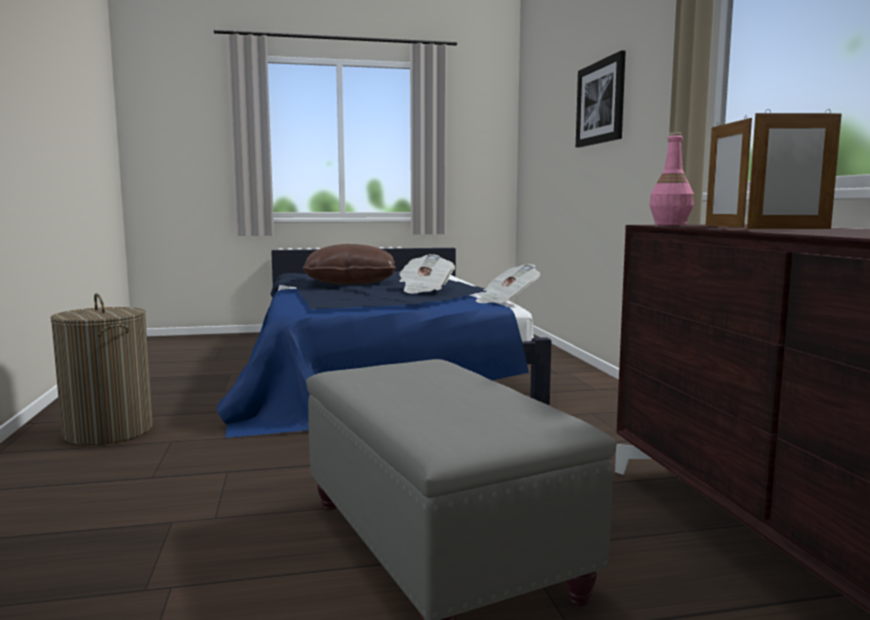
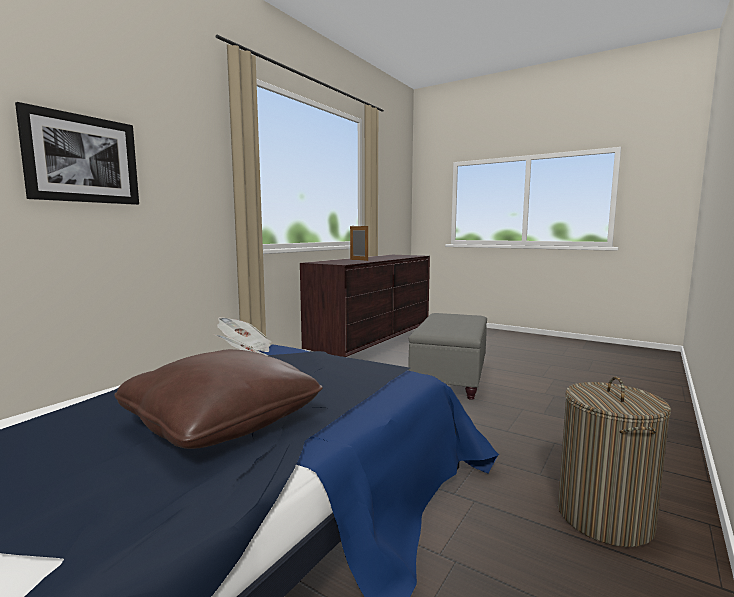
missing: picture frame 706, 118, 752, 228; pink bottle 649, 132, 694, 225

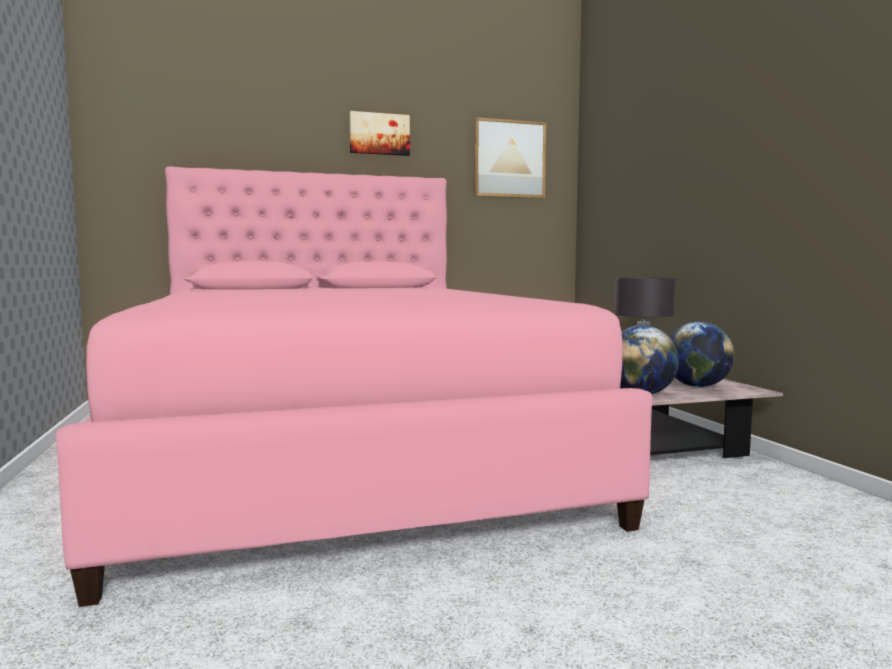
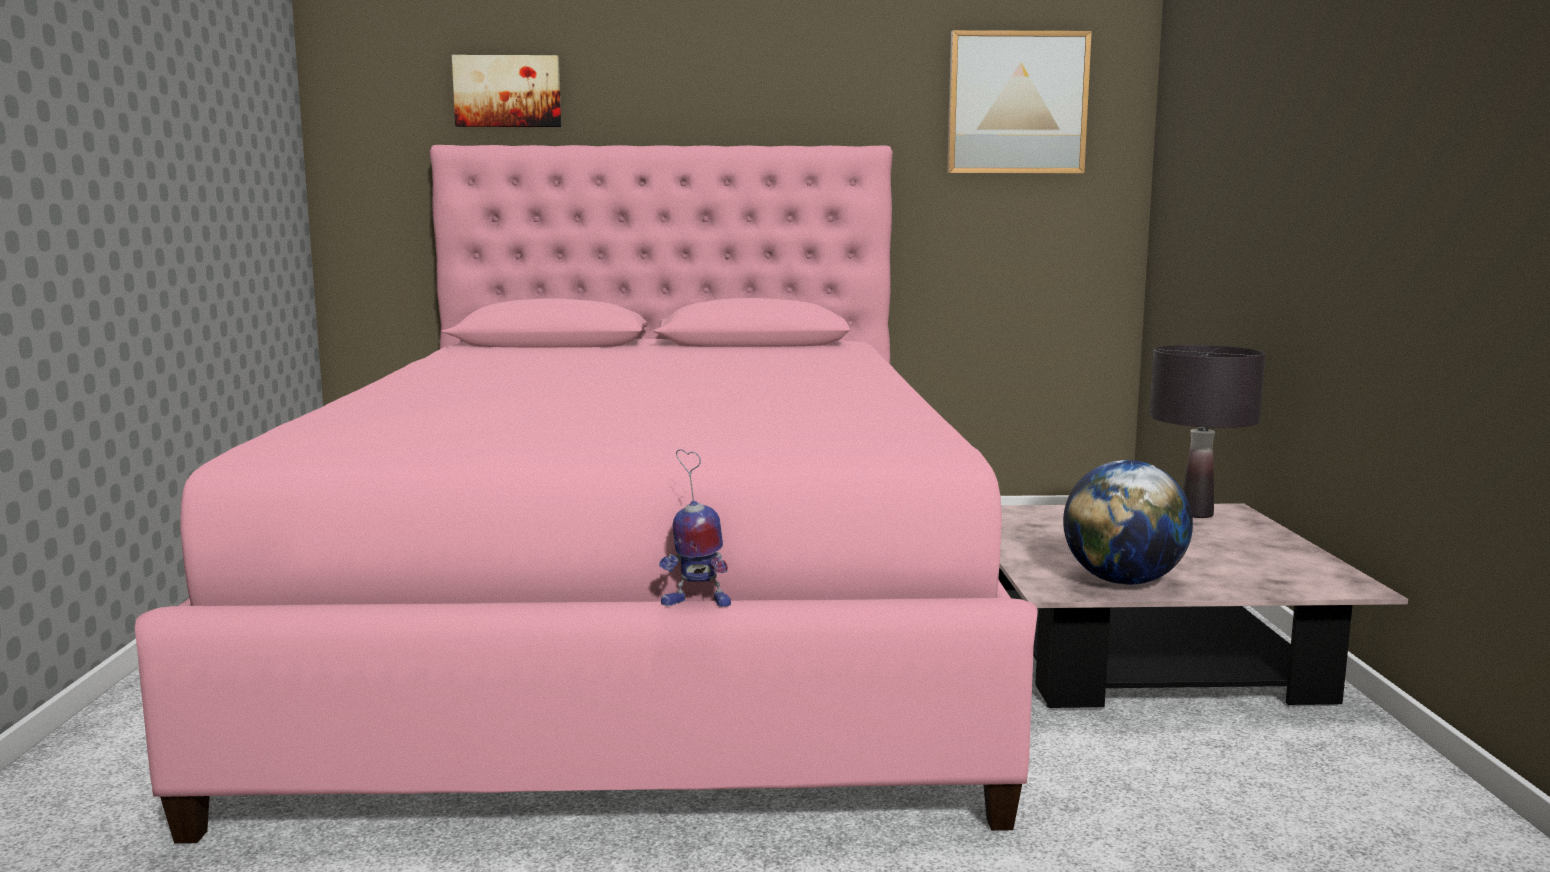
missing: globe 670, 322, 735, 387
appeared: toy robot 659, 449, 731, 607
relocated: picture 349, 111, 410, 156 to 452, 55, 561, 127

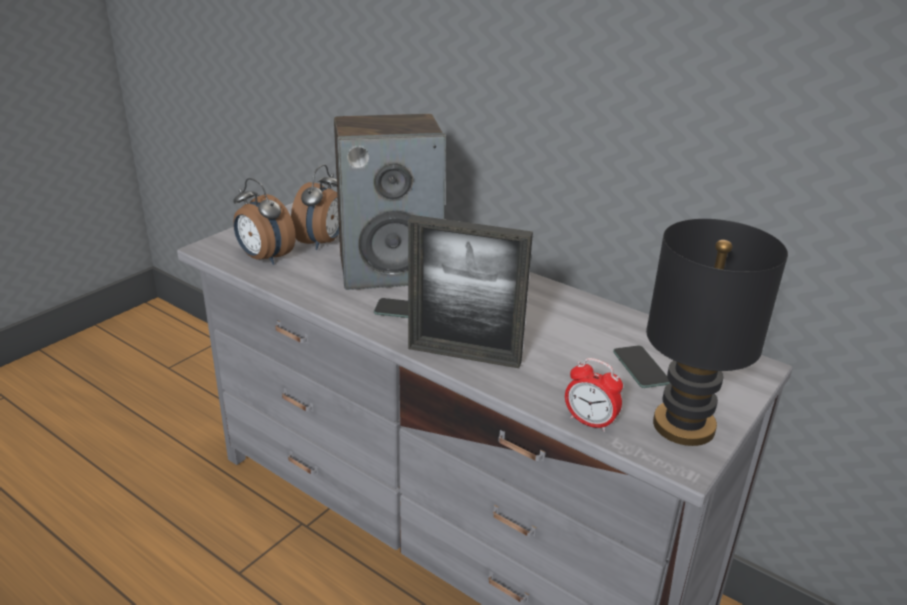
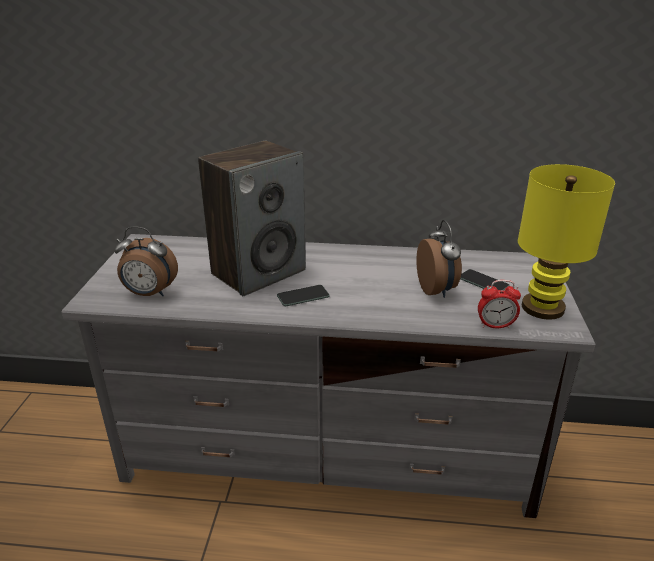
missing: picture frame 408, 215, 533, 368
relocated: alarm clock 291, 164, 339, 250 to 416, 220, 462, 298
colour: black table lamp 646, 219, 788, 446 to yellow table lamp 518, 164, 615, 320

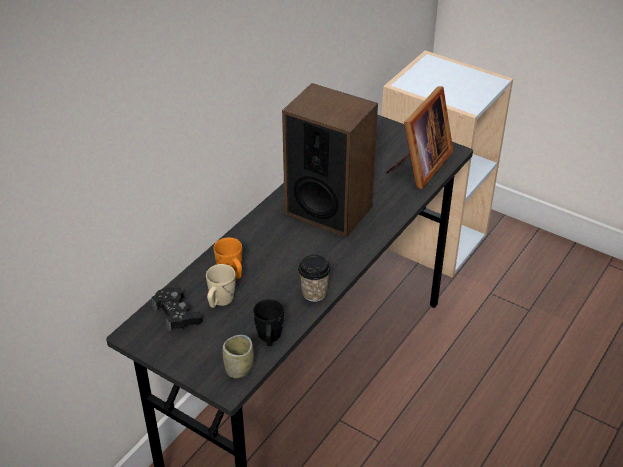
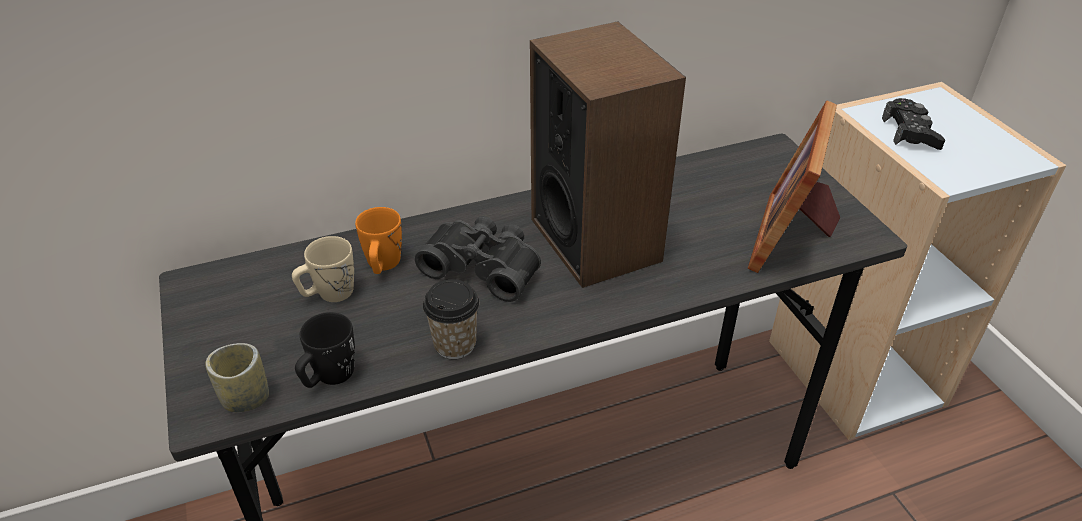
appeared: black binoculars 415, 216, 541, 302
relocated: black game controller 151, 287, 203, 332 to 882, 98, 945, 150
spun: picture frame 386, 86, 453, 189 = 748, 100, 840, 273 135 degrees clockwise

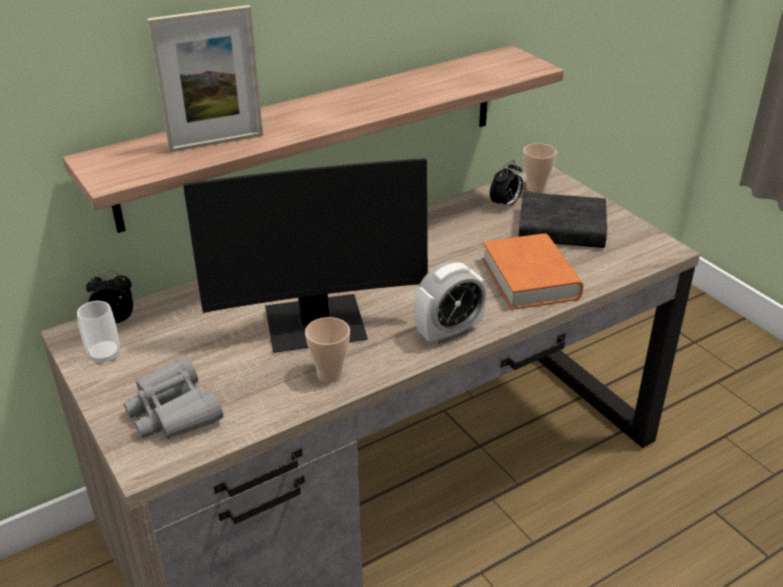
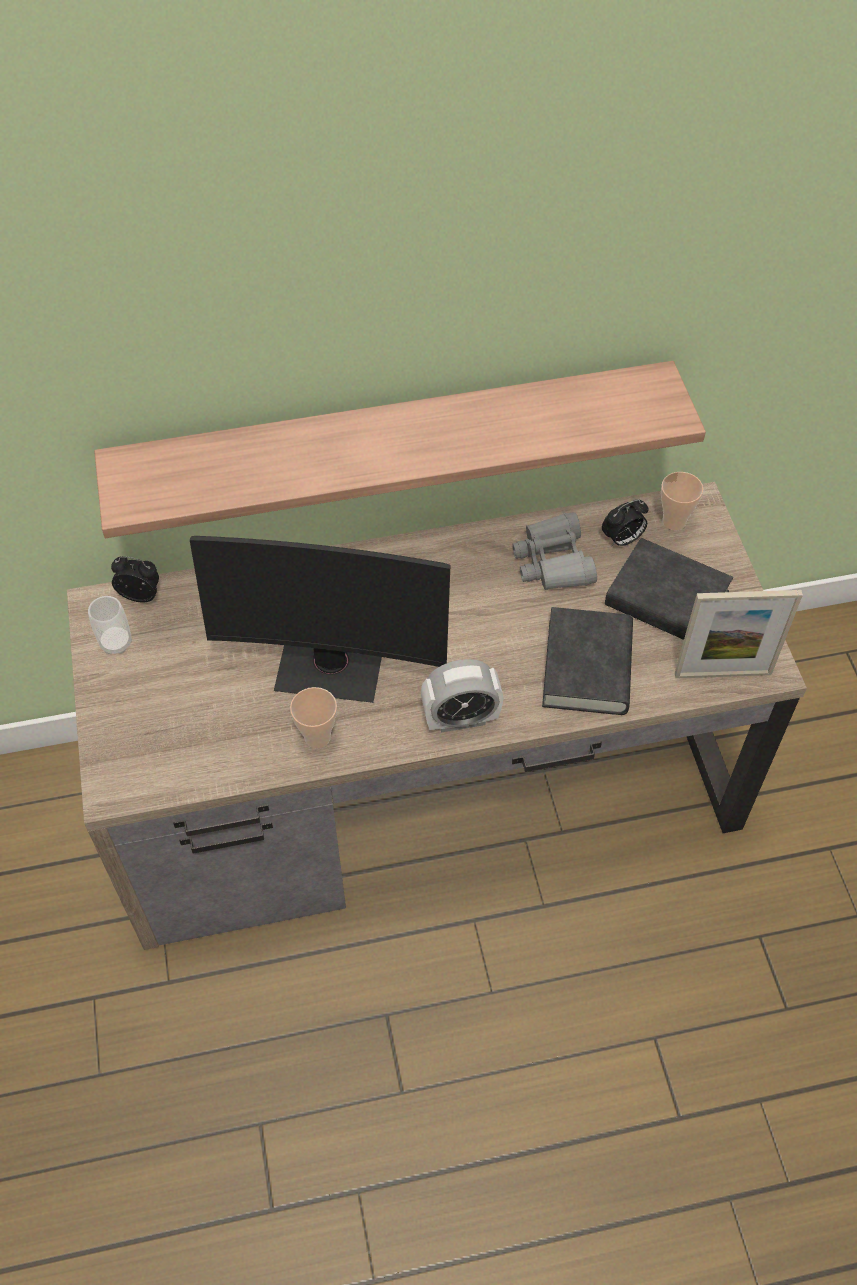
relocated: picture frame 147, 5, 263, 152 to 675, 590, 803, 678; grey binoculars 124, 356, 223, 439 to 512, 512, 597, 590
colour: orange book 482, 233, 583, 310 to black book 542, 607, 633, 715

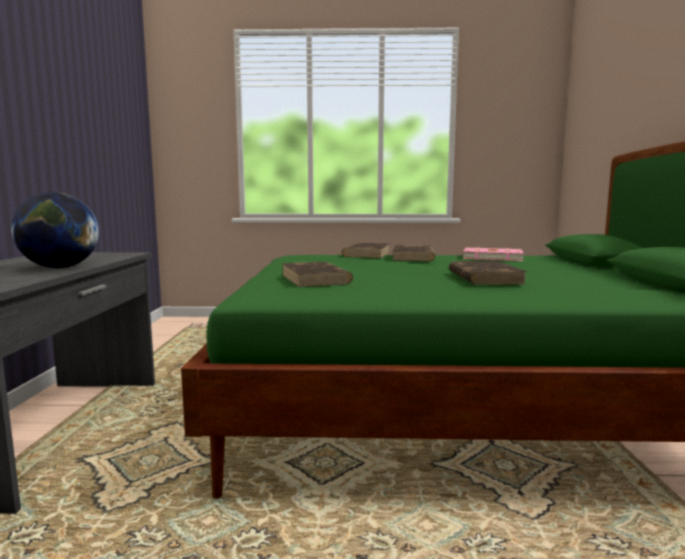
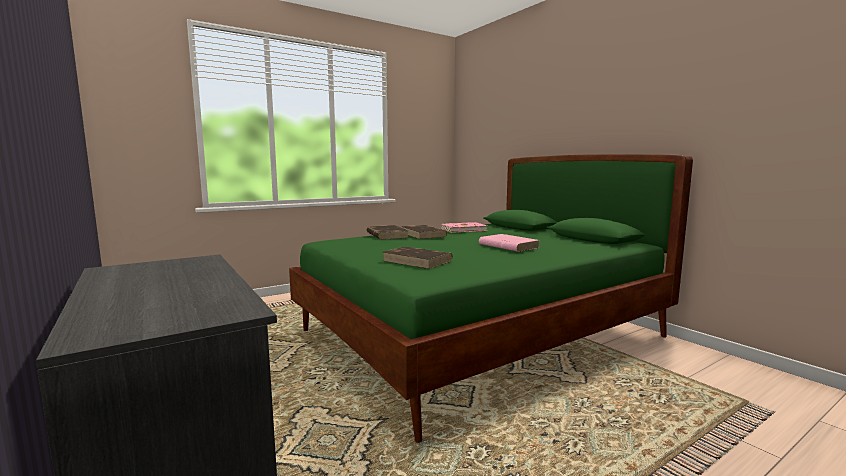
missing: globe 11, 192, 99, 268
colour: brown book 449, 261, 527, 285 to pink book 479, 234, 540, 252

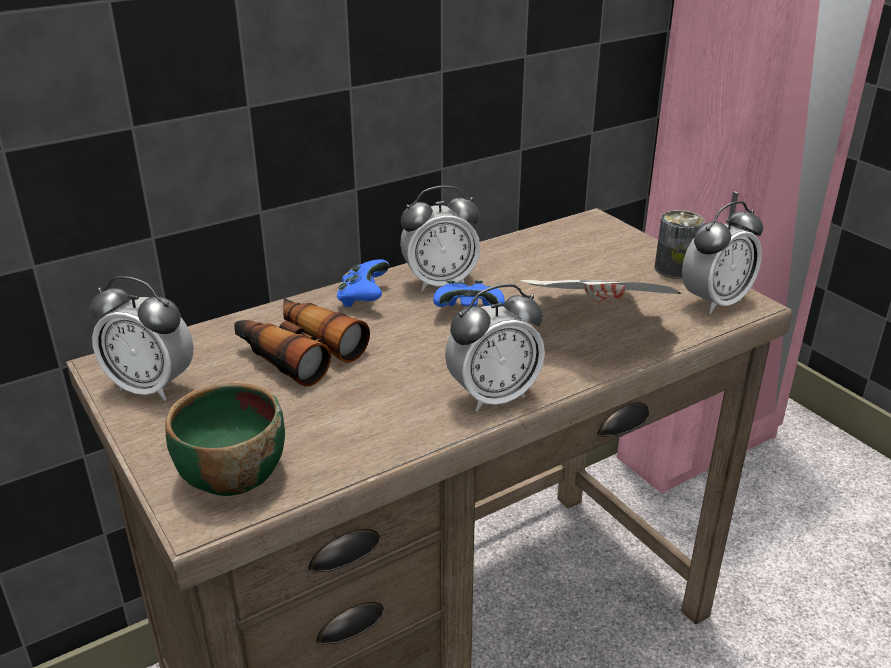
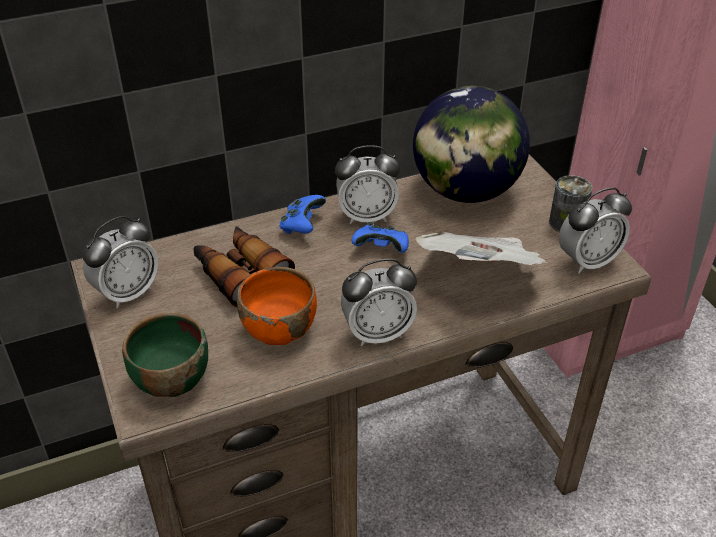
appeared: globe 413, 86, 530, 203; orange bowl 237, 267, 317, 345
spun: alarm clock 89, 276, 193, 401 = 82, 216, 159, 309 75 degrees counterclockwise

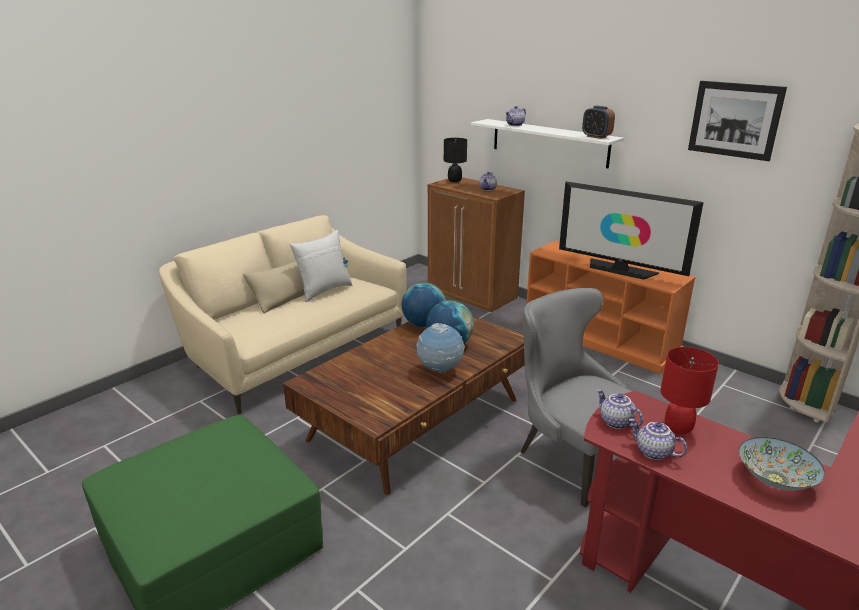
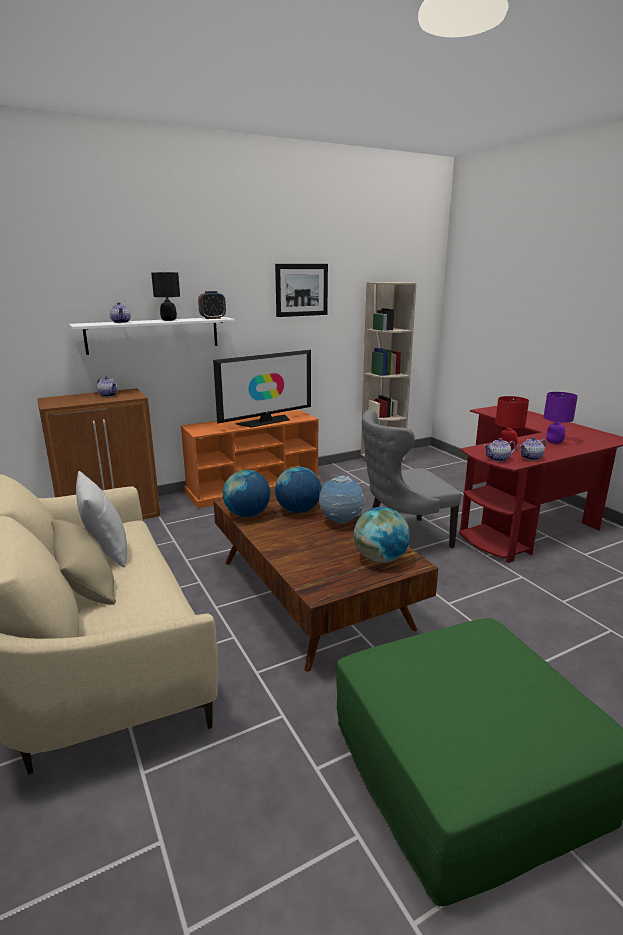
appeared: globe 354, 507, 410, 563
relocated: black table lamp 444, 138, 467, 182 to 151, 272, 180, 321
exchanged: bowl 739, 437, 825, 491 to purple table lamp 543, 392, 578, 444

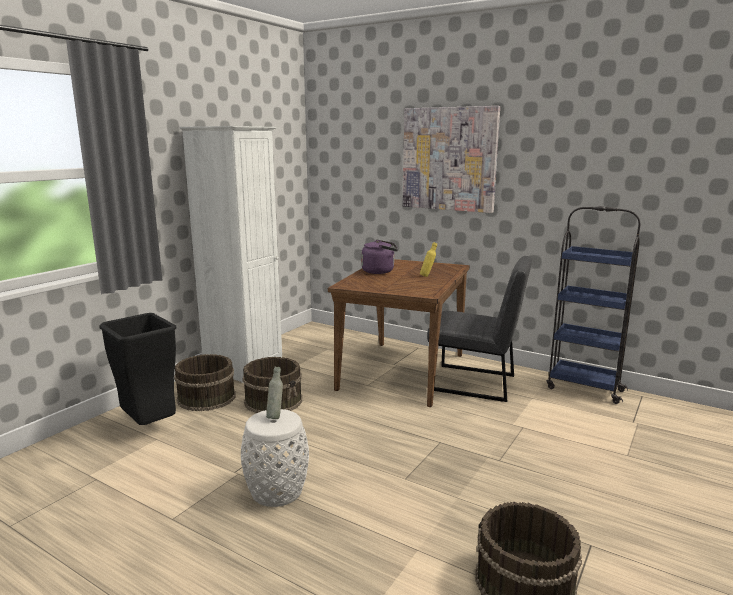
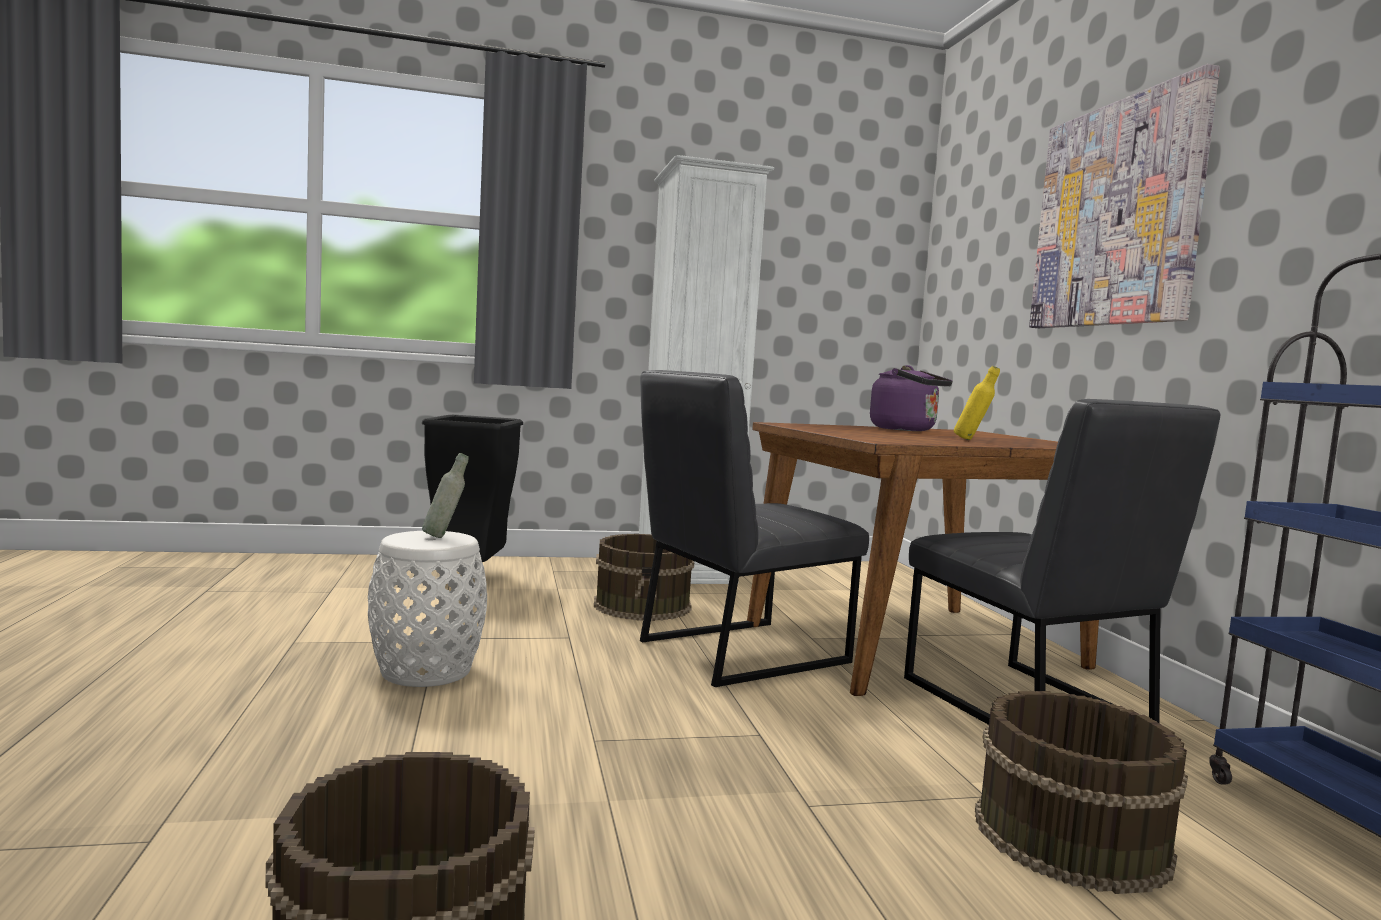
appeared: grey chair 640, 370, 869, 687
relocated: brown bucket 174, 354, 236, 411 to 975, 691, 1188, 894

